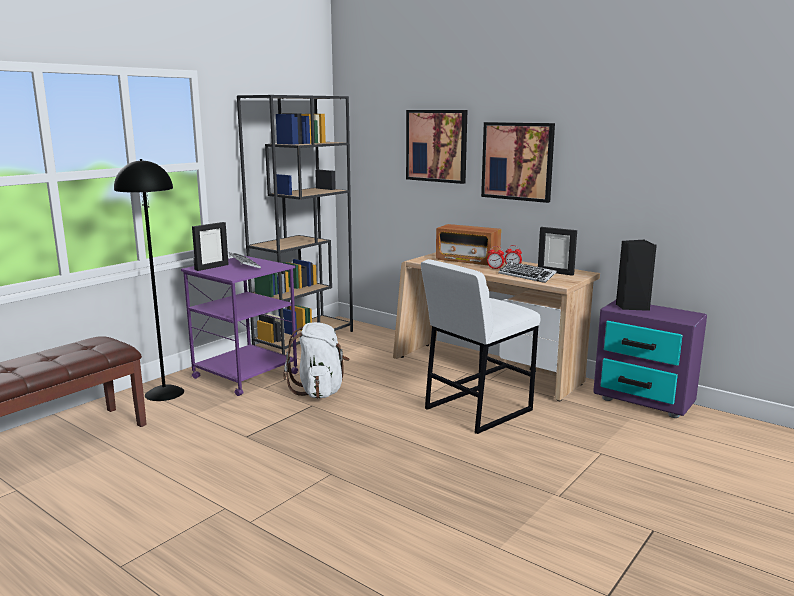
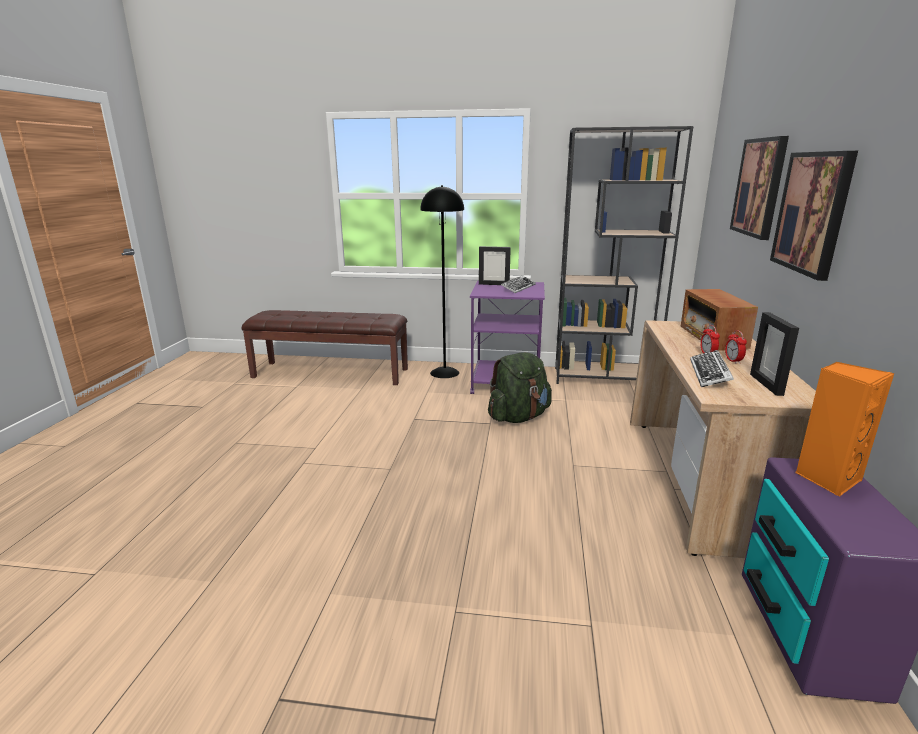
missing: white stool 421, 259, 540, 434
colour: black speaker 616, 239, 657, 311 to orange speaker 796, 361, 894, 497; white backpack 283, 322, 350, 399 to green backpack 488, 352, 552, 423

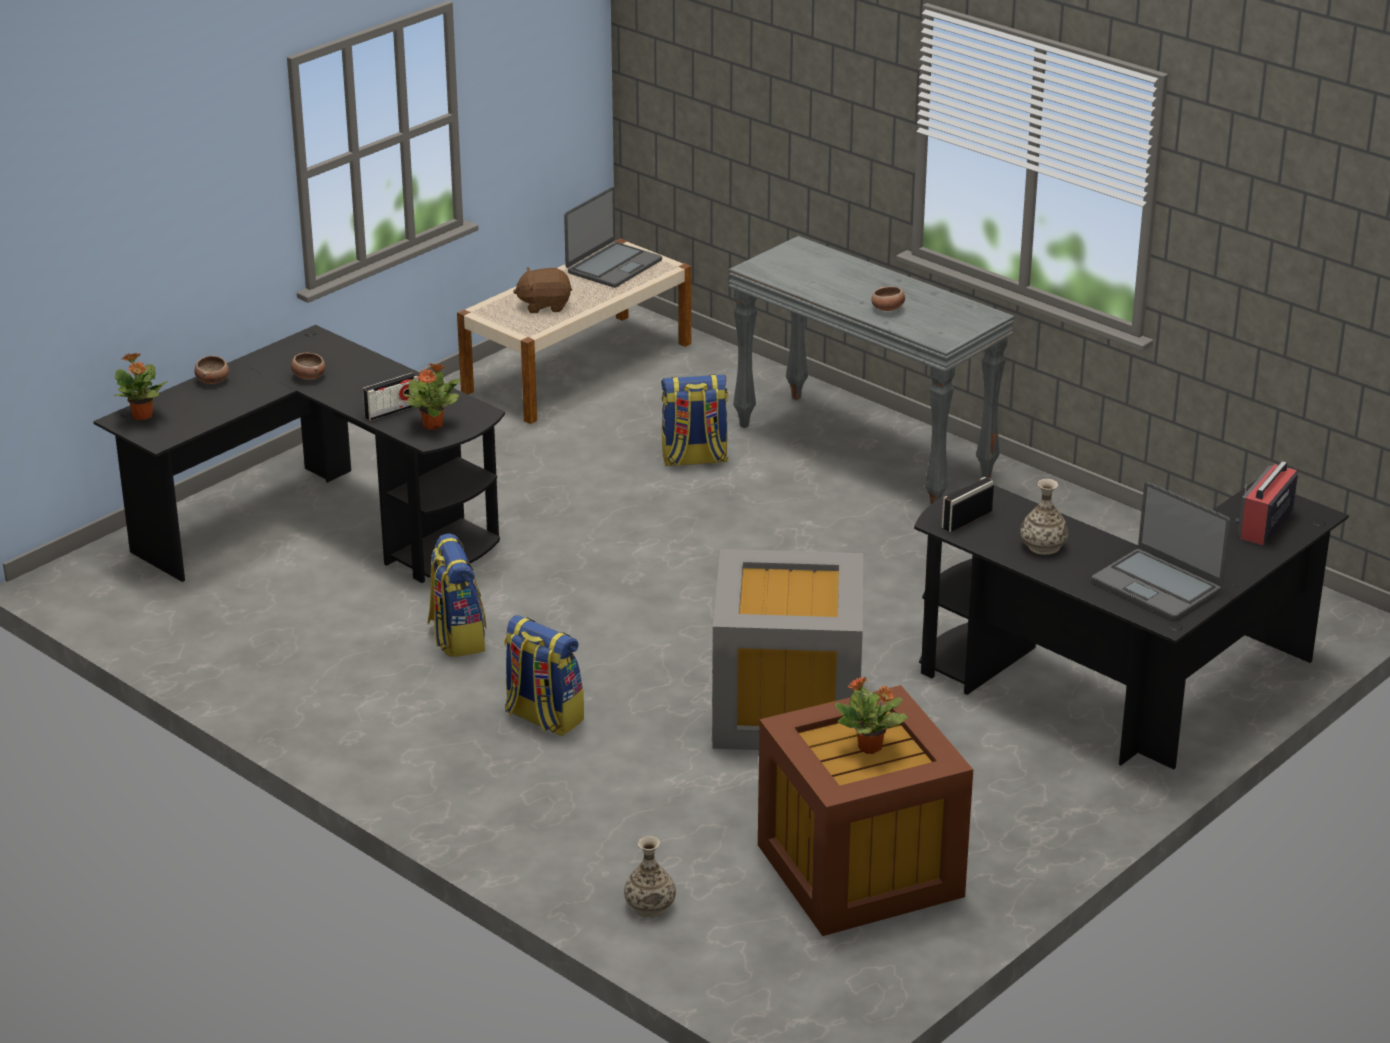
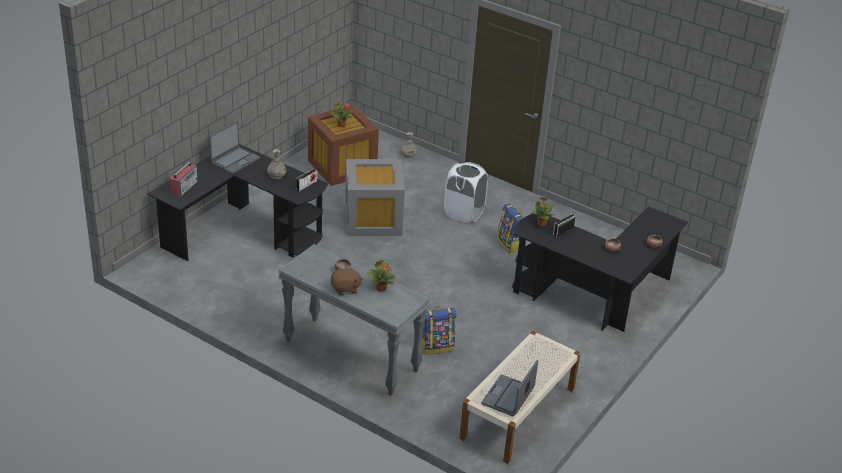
relocated: brown plush toy 513, 267, 572, 313 to 331, 266, 363, 295; potted plant 114, 353, 168, 420 to 367, 260, 396, 292
exchanged: backpack 504, 615, 584, 736 to white laundry basket 444, 162, 488, 223
spun: laptop 1092, 482, 1231, 620 = 209, 121, 260, 174 90 degrees clockwise

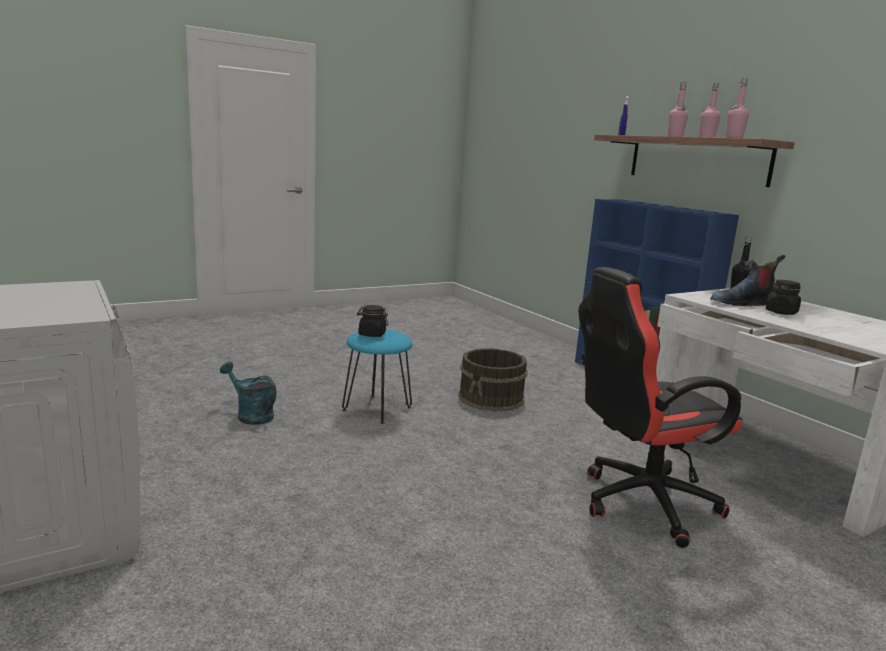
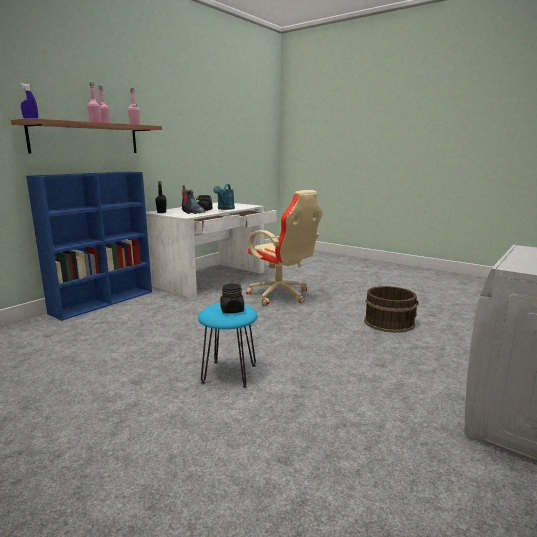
relocated: brown bucket 458, 348, 527, 412 to 364, 286, 419, 333; turquoise watering can 220, 362, 276, 425 to 213, 184, 235, 210
colour: black office chair 578, 267, 743, 548 to beige office chair 246, 190, 322, 306

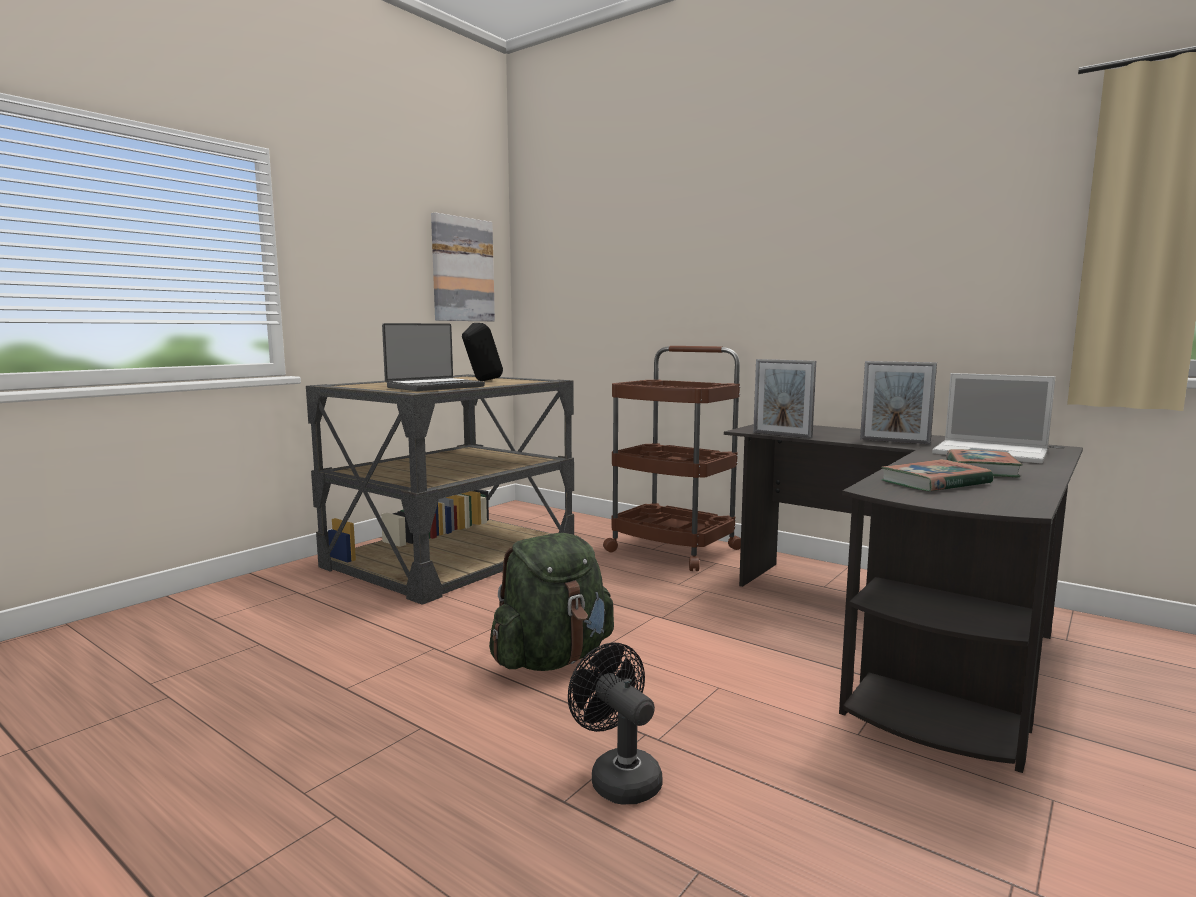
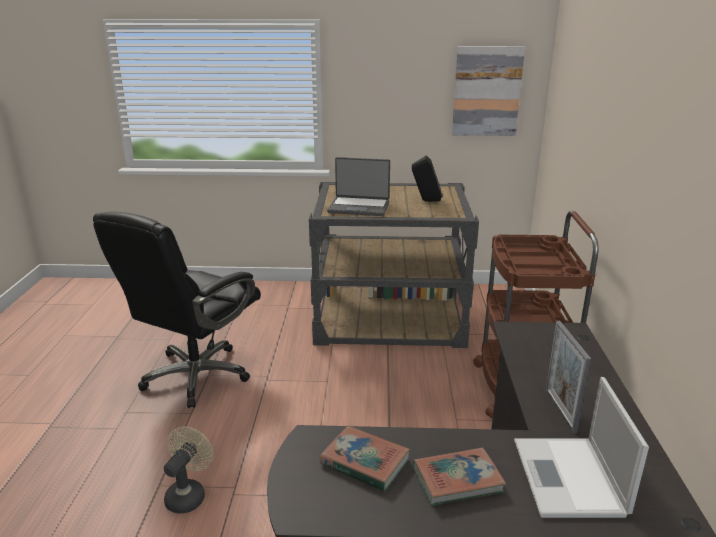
missing: picture frame 753, 359, 816, 438; green backpack 489, 533, 614, 671
appeared: black office chair 93, 212, 261, 408
colour: black fan 568, 643, 662, 804 to beige fan 164, 426, 213, 513

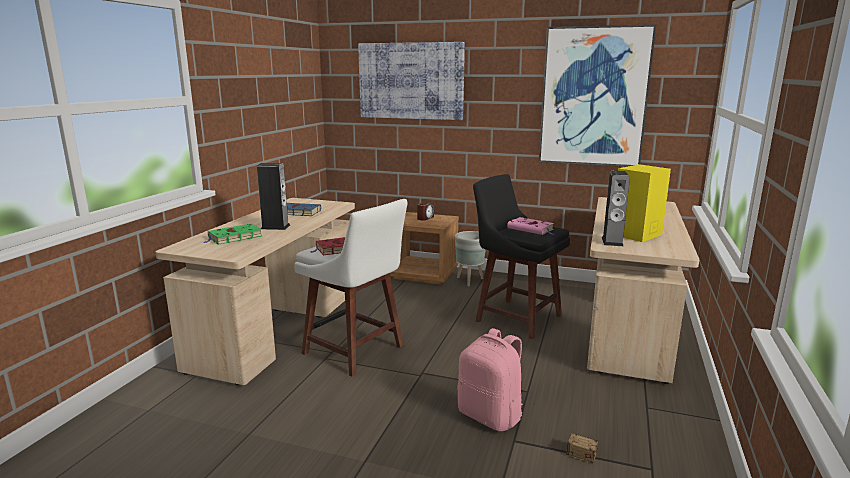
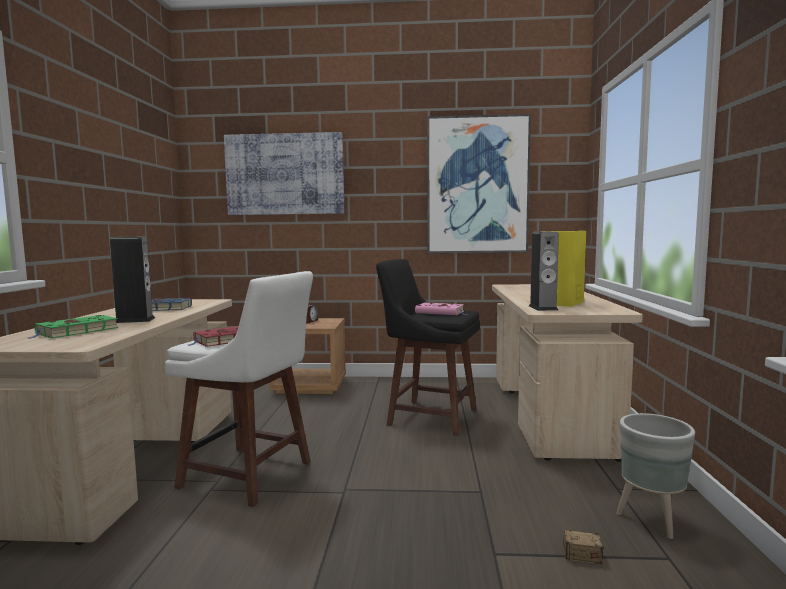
missing: pink backpack 457, 328, 523, 432
relocated: grey planter 455, 231, 486, 286 to 616, 413, 695, 539

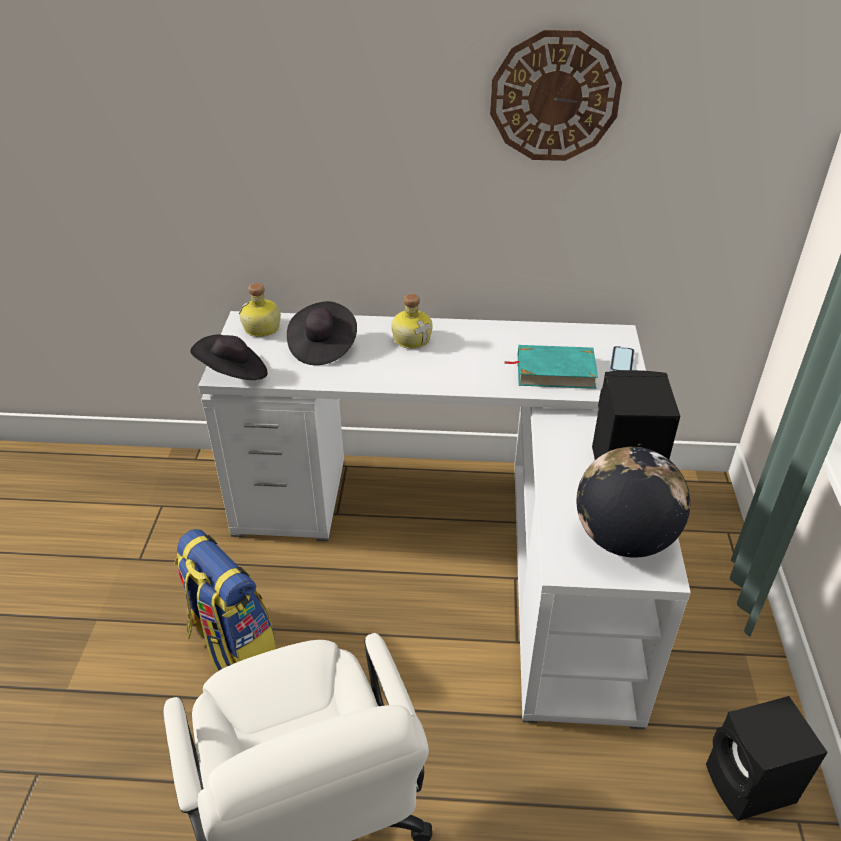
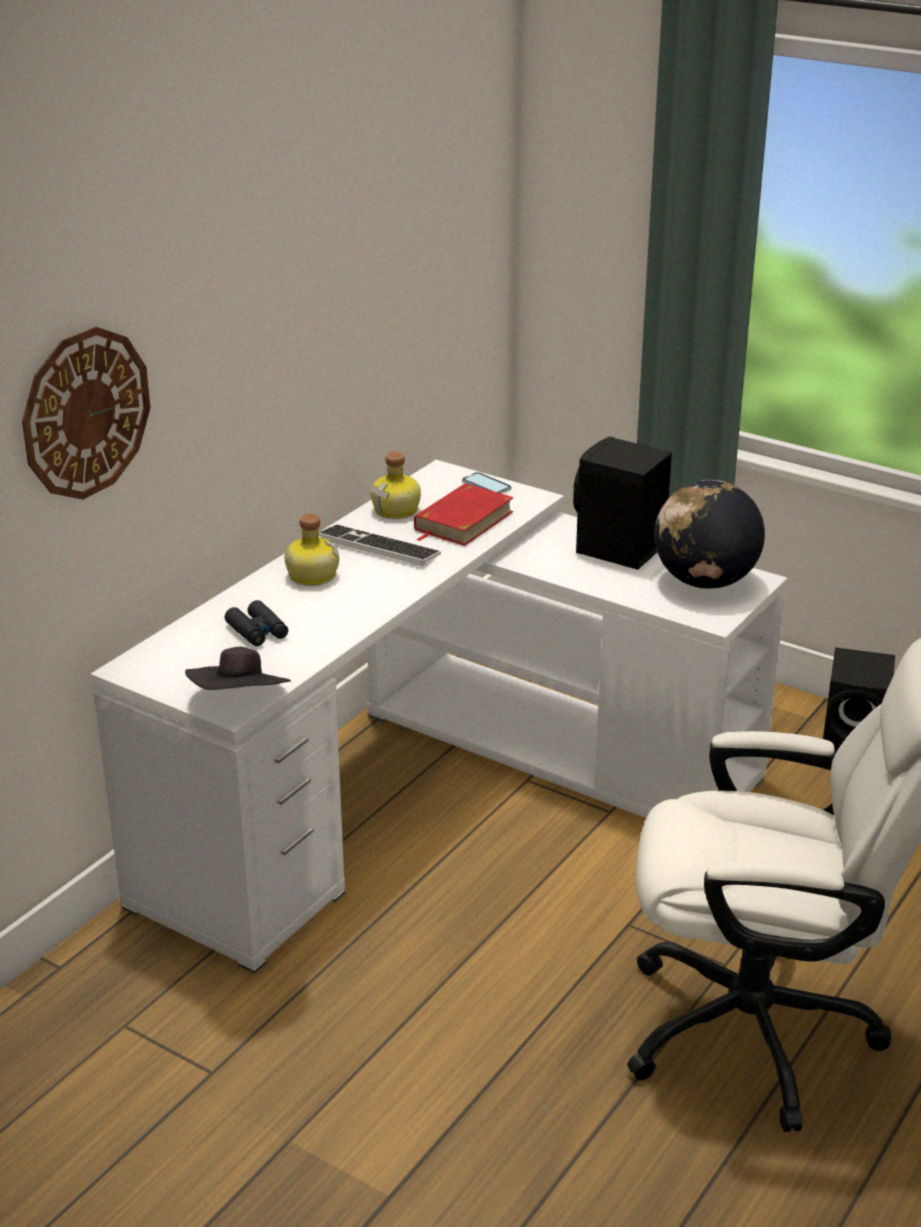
missing: backpack 174, 529, 276, 672
appeared: keyboard 319, 524, 441, 566
relocated: wall clock 490, 30, 622, 161 to 22, 327, 151, 500; bottle 239, 283, 281, 337 to 371, 452, 421, 519
exchanged: black hat 287, 301, 357, 365 to black binoculars 225, 600, 288, 646
colour: turquoise book 505, 345, 598, 389 to red book 414, 483, 514, 546

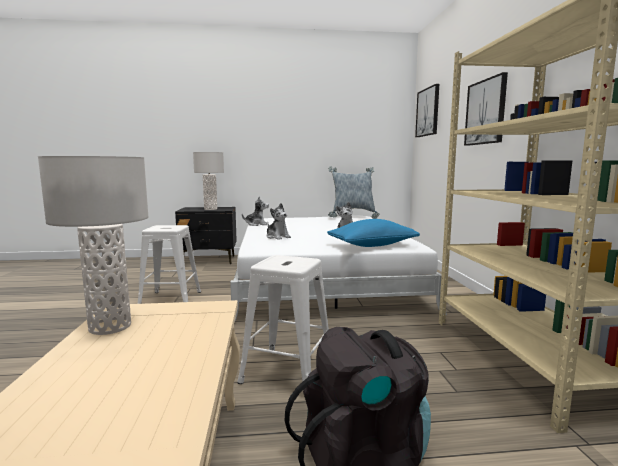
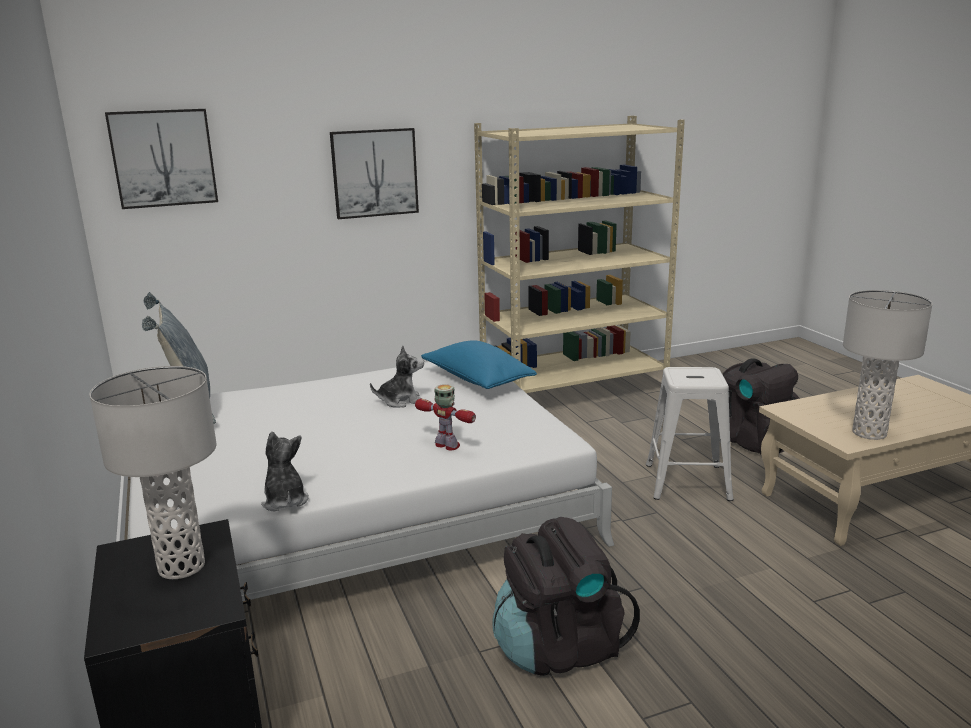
exchanged: plush toy 267, 203, 291, 240 to toy robot 415, 384, 476, 450; white stool 137, 225, 201, 304 to black backpack 492, 517, 640, 676

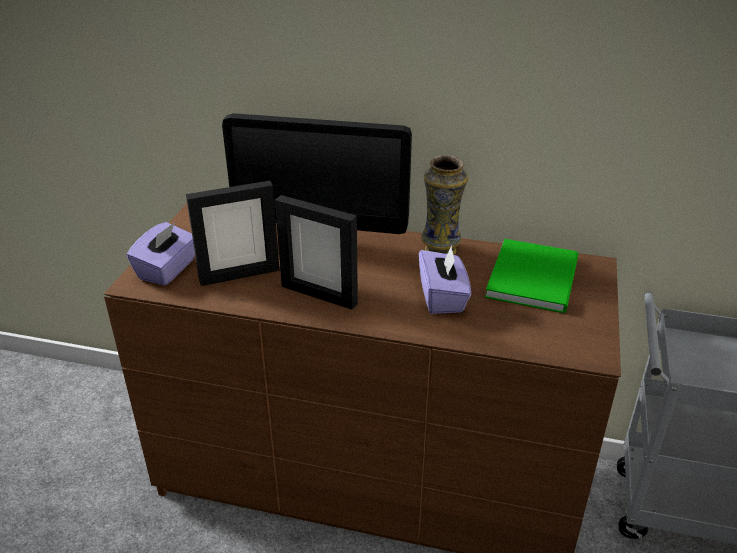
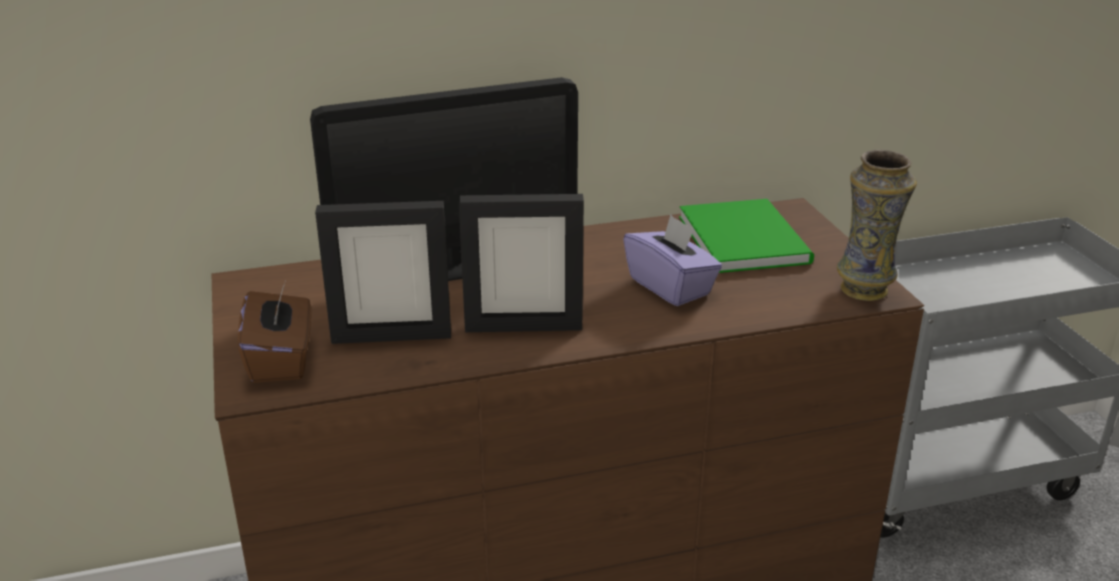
relocated: vase 421, 155, 468, 255 to 837, 150, 917, 301
colour: purple tissue box 127, 222, 195, 286 to brown tissue box 238, 283, 311, 383
spun: picture frame 186, 181, 280, 286 = 315, 201, 451, 344 45 degrees clockwise

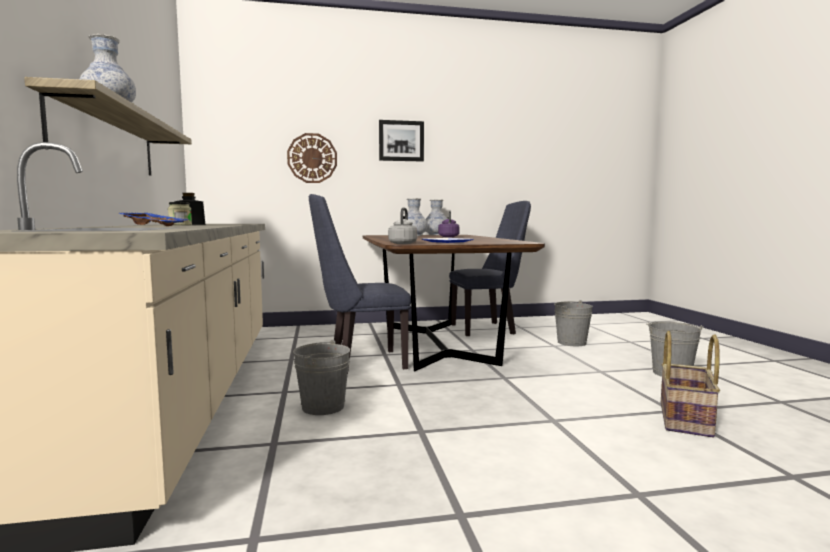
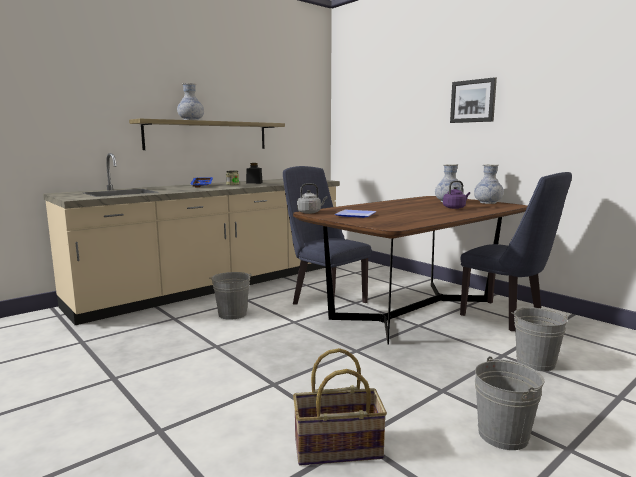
missing: wall clock 287, 133, 337, 183

